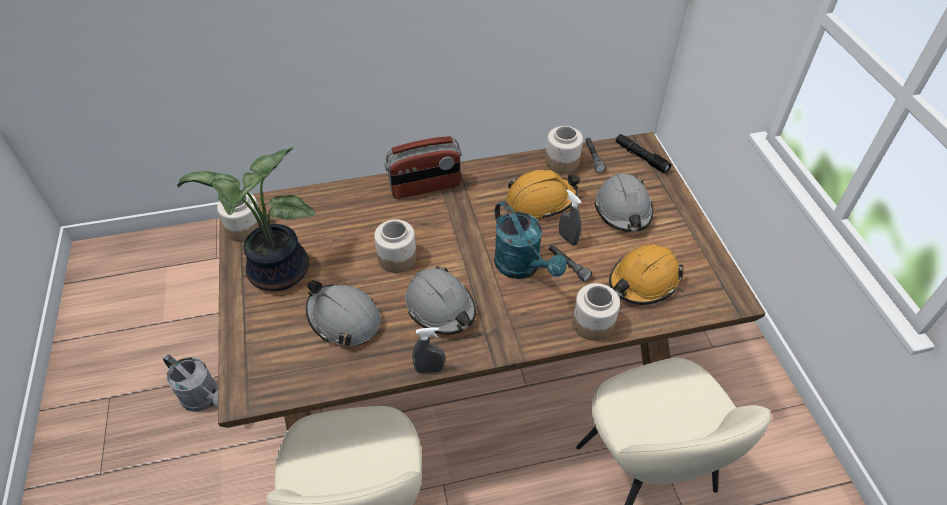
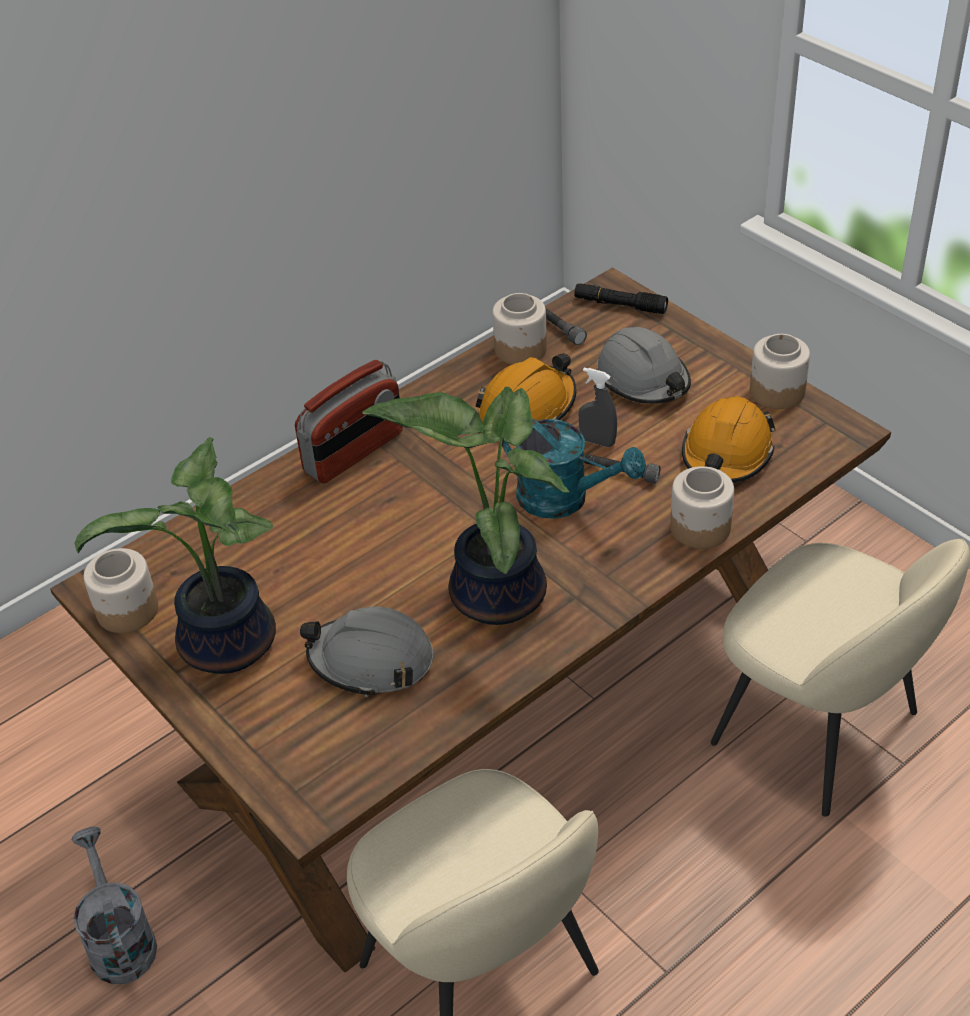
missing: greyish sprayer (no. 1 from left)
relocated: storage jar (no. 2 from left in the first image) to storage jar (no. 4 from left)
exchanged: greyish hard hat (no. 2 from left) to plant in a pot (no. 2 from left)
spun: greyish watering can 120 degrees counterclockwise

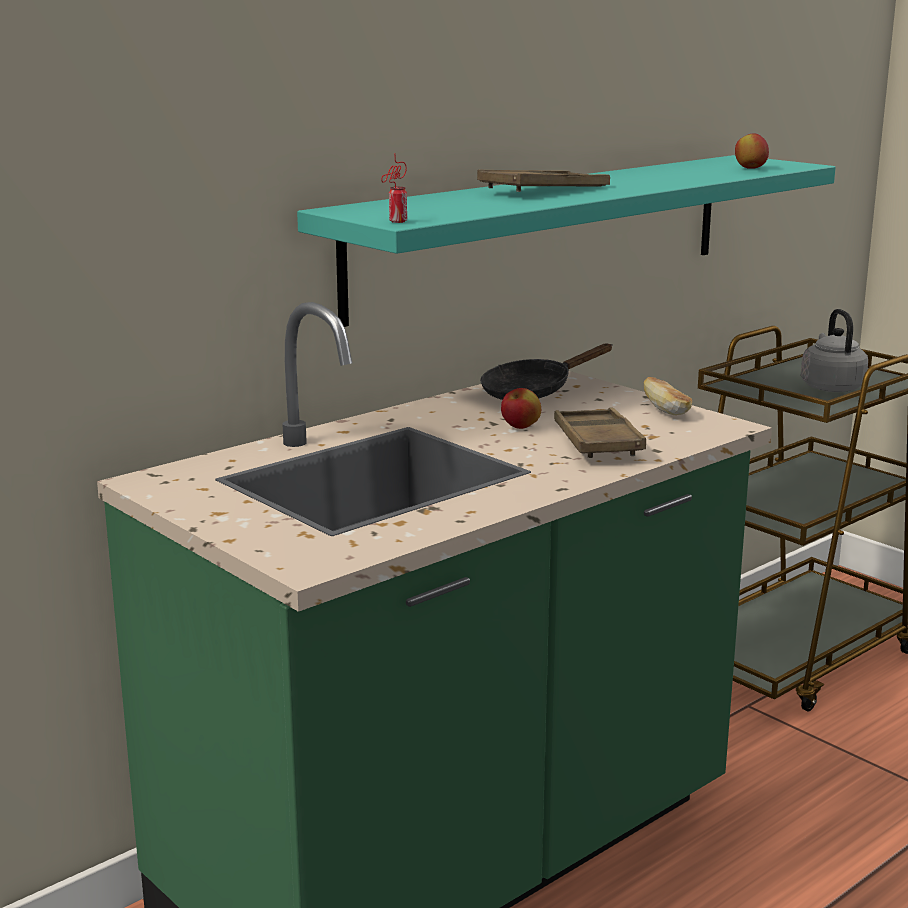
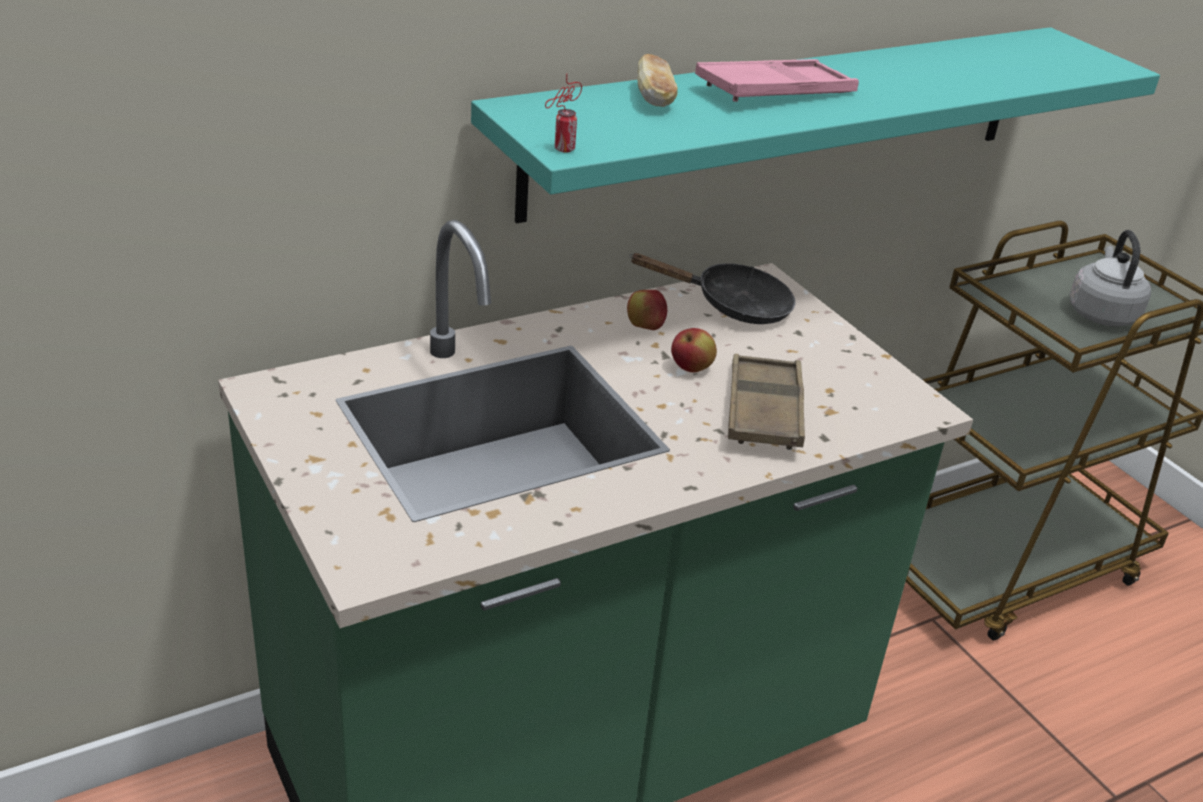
relocated: apple (no. 2 from left in the first image) to apple (no. 1 from left); bread
colour: brown-coloured tray (no. 1 from left) to pink tray
spun: black-coloured skillet 150 degrees counterclockwise

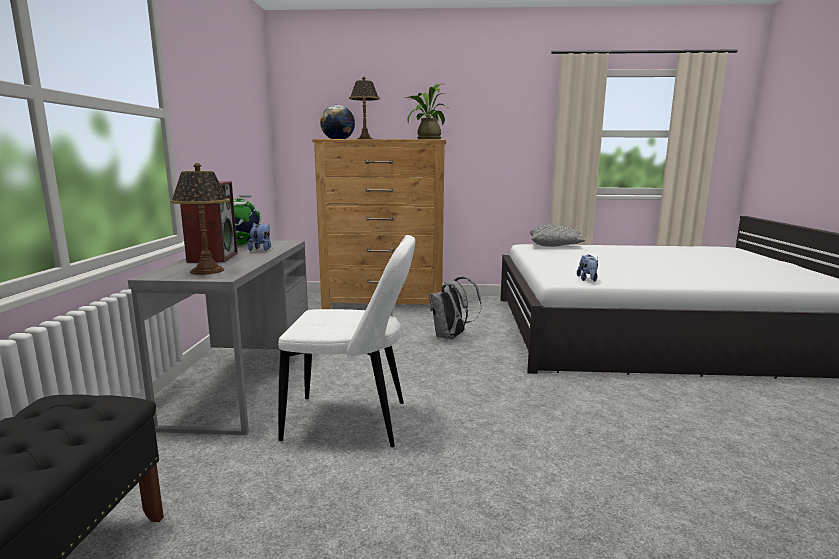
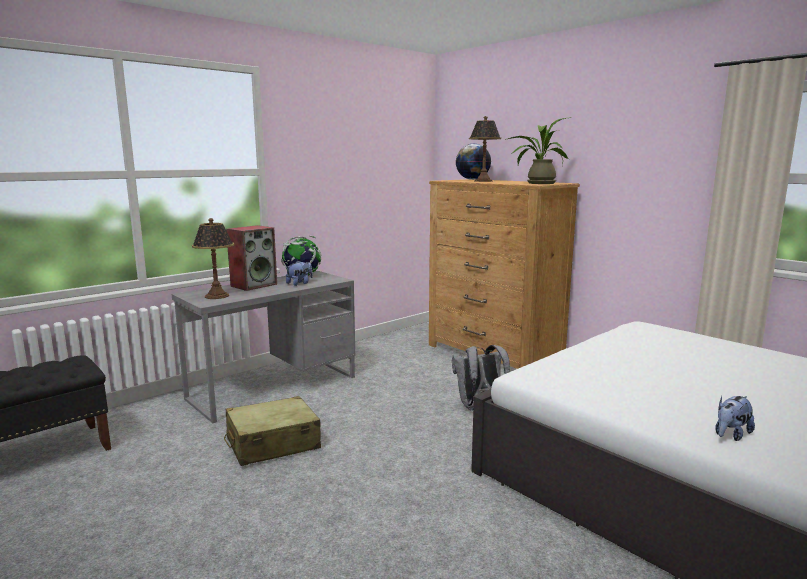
missing: greyish throw pillow
relocated: cuddly toy (no. 2 from left)
exchanged: white-coloured chair to beige-coloured piece of luggage

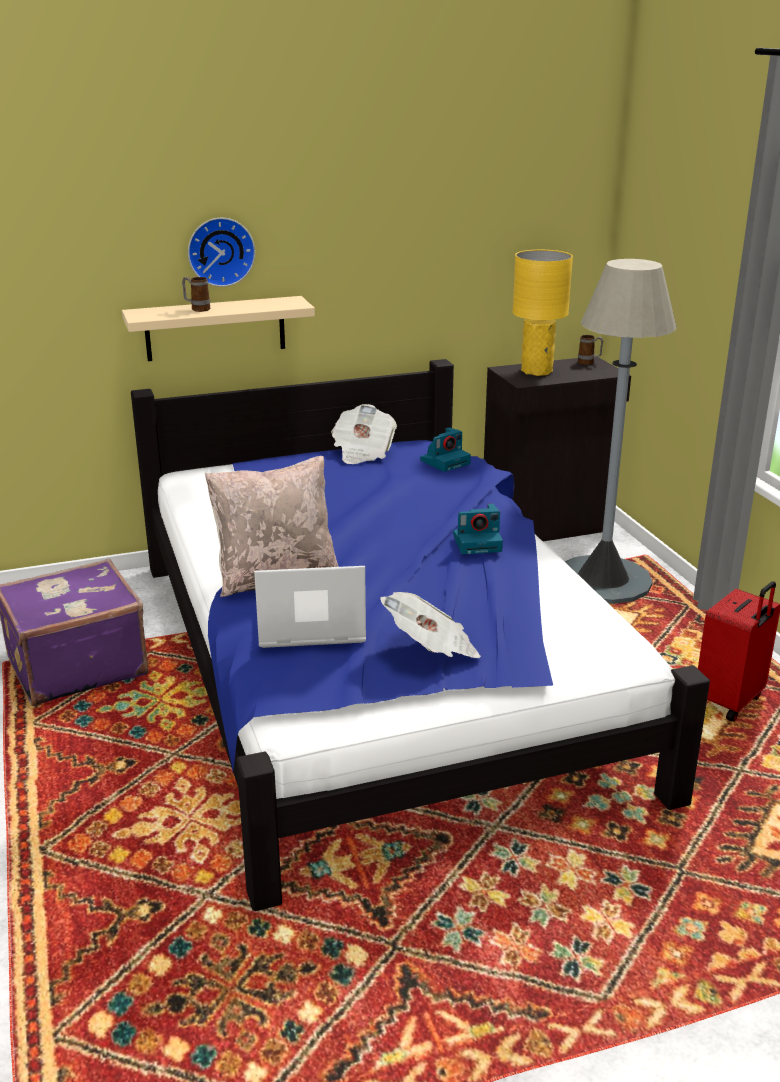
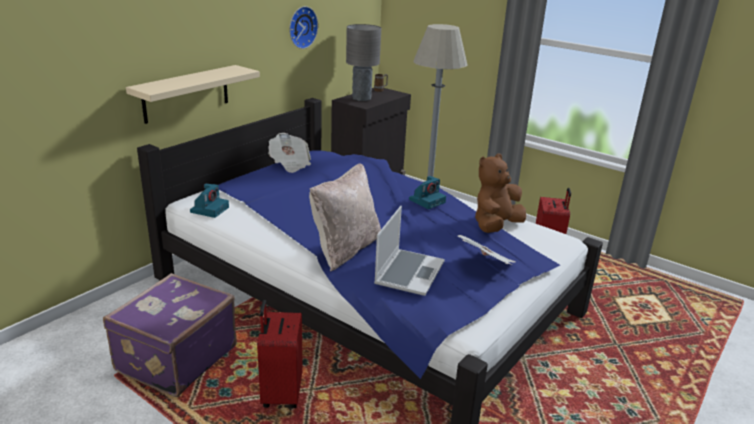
missing: mug (no. 1 from left)
appeared: brown-coloured cuddly toy; red piece of luggage (no. 1 from left)
relocated: clock on the wall; still camera (no. 1 from left)
colour: yellow lamp for a table to greyish lamp for a table
spun: portable computer 150 degrees clockwise

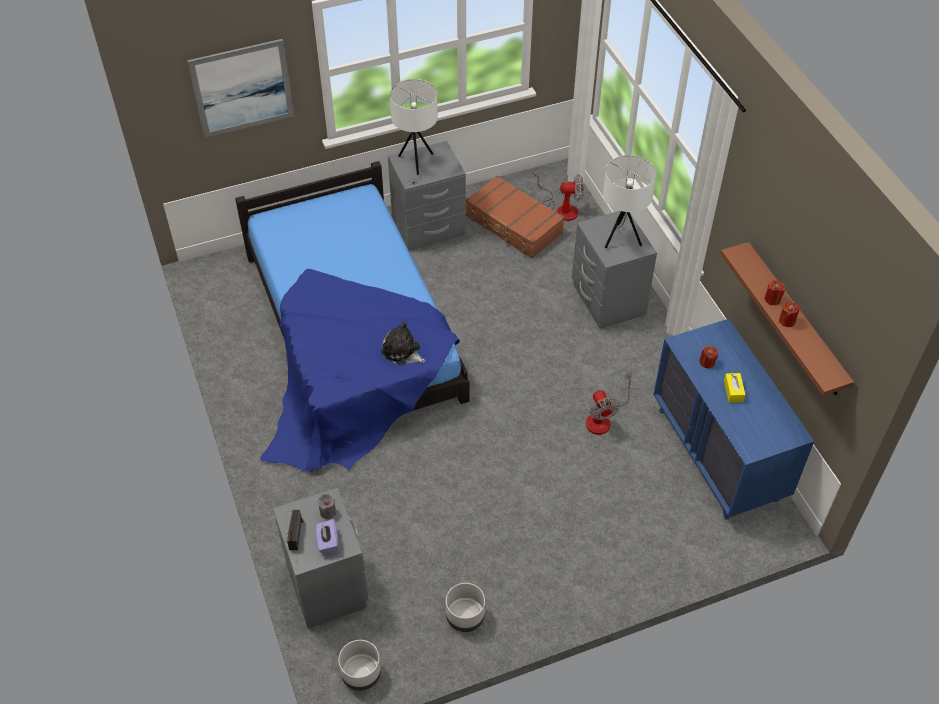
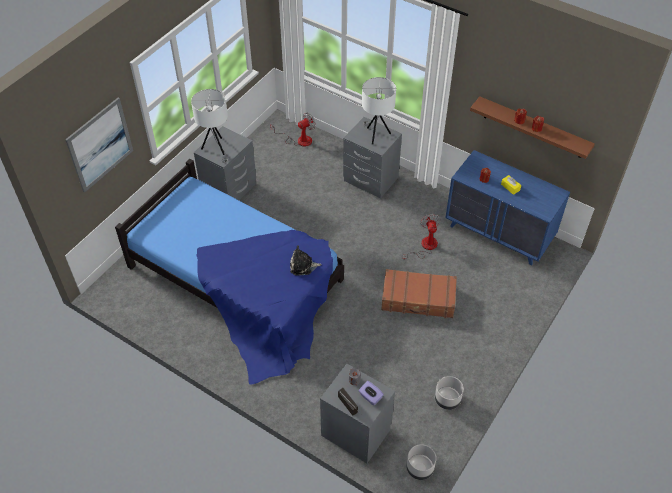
relocated: brown-coloured piece of luggage
spun: cooling fan (no. 2 from left) 135 degrees counterclockwise

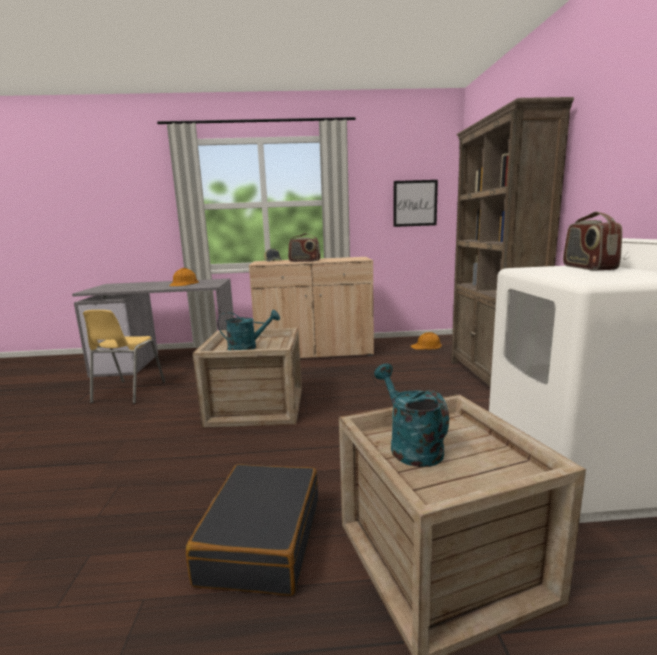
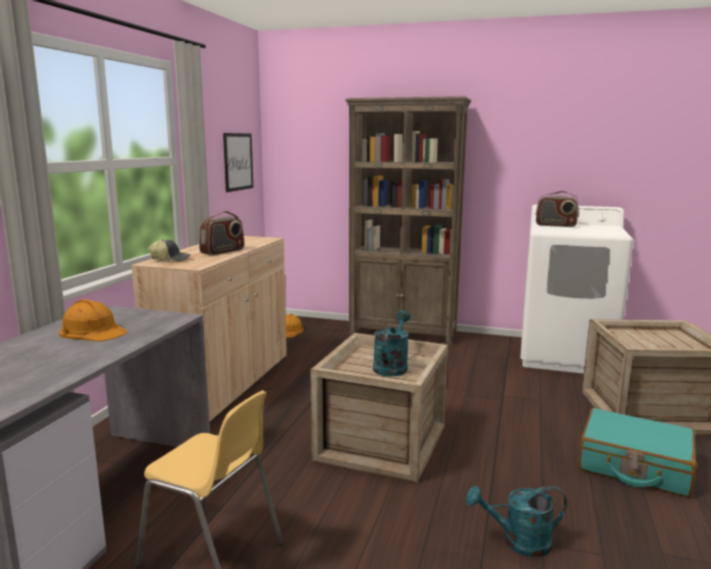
relocated: turquoise watering can (no. 2 from left)
colour: black-coloured piece of luggage to turquoise piece of luggage

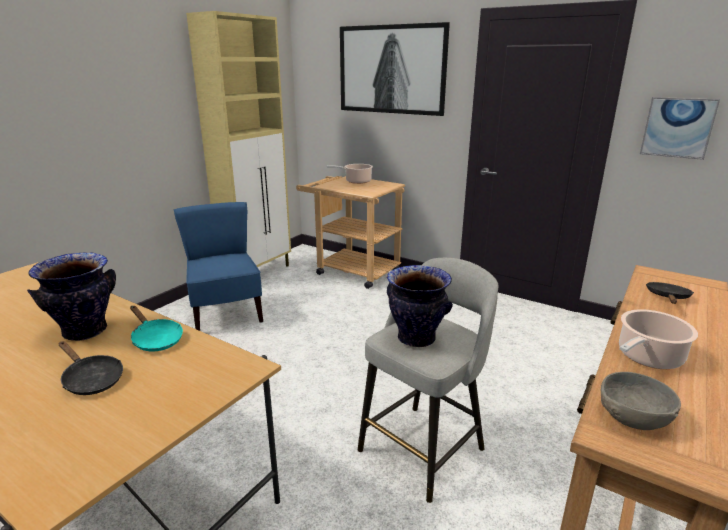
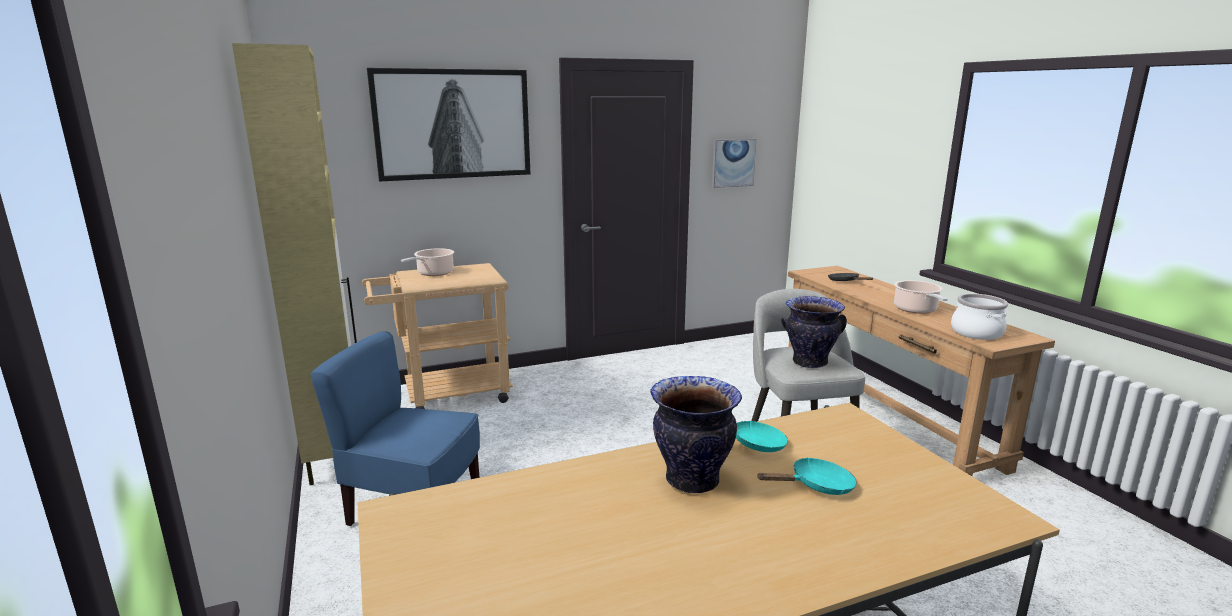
exchanged: greyish deep dish to stockpot (no. 3 from left)
colour: black-coloured skillet (no. 1 from left) to turquoise skillet (no. 2 from left)

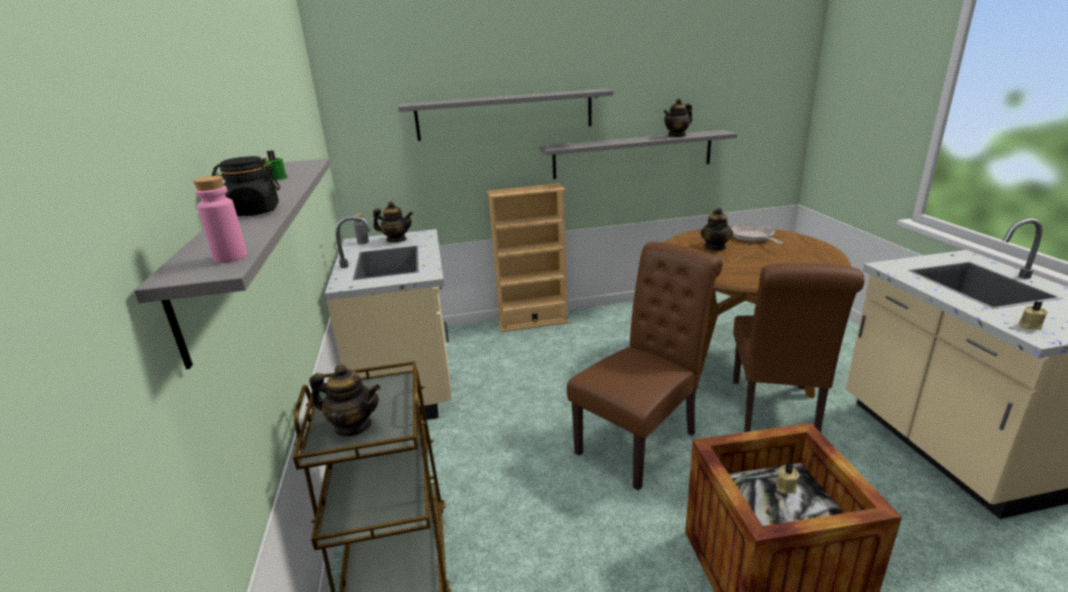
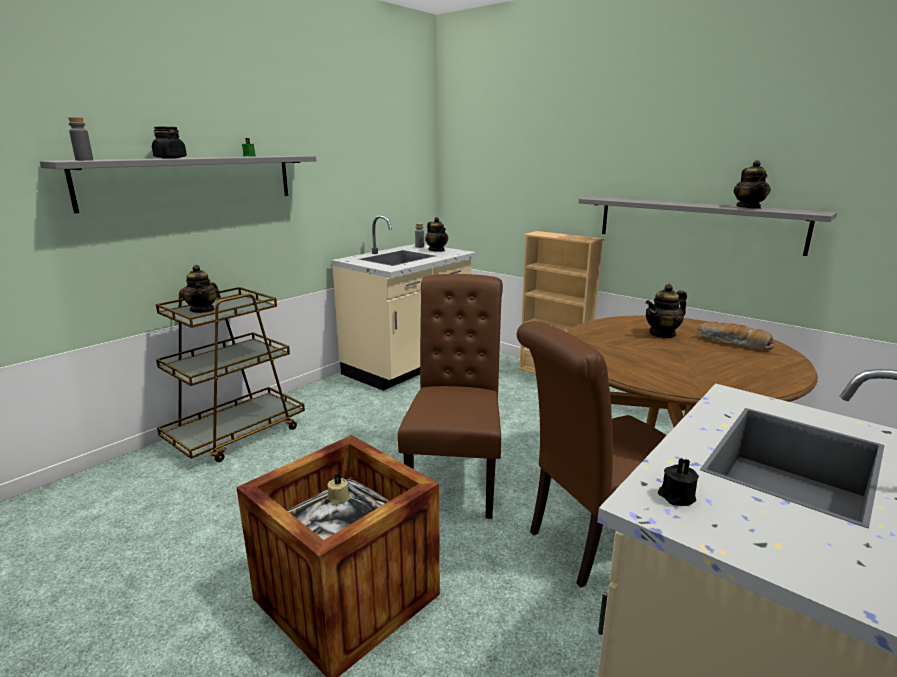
missing: greyish bracket shelf (no. 2 from left)
exchanged: skillet to bread
colour: pink drink bottle to greyish drink bottle (no. 1 from left); beige-coloured wax light (no. 2 from left) to black-coloured wax light
spun: pot for tea (no. 3 from left in the first image) 105 degrees counterclockwise; brown-coloured chair (no. 1 from left) 90 degrees counterclockwise

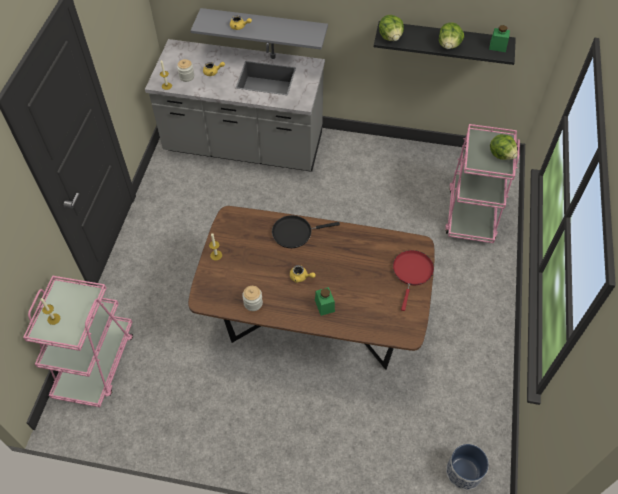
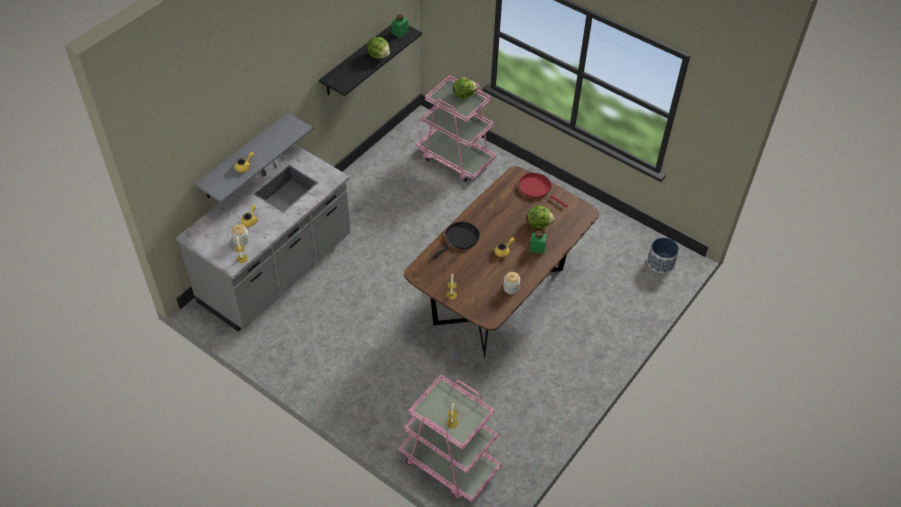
relocated: head of lettuce (no. 1 from left in the first image) to head of lettuce (no. 3 from left)
spun: black-coloured skillet 150 degrees counterclockwise

